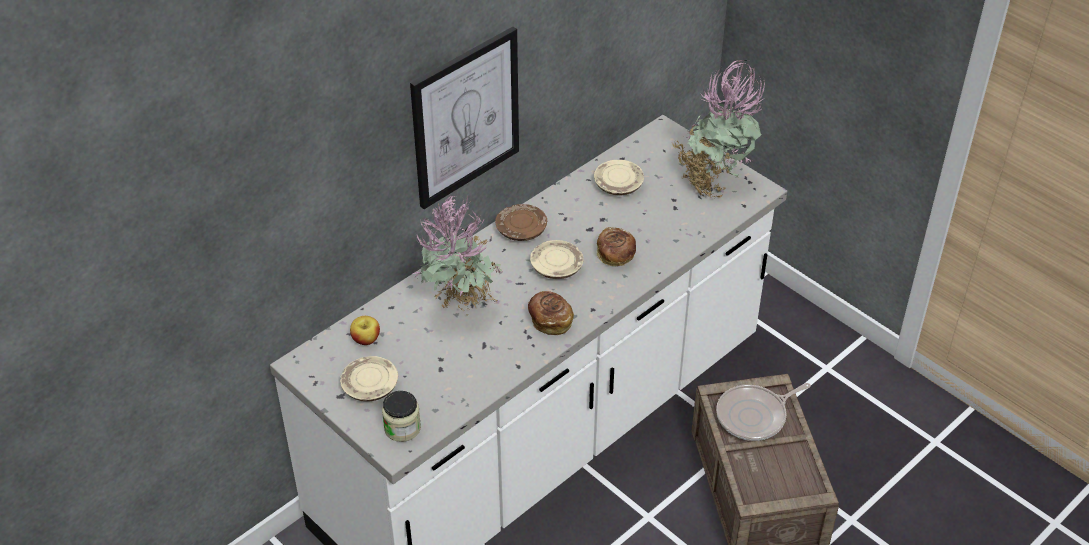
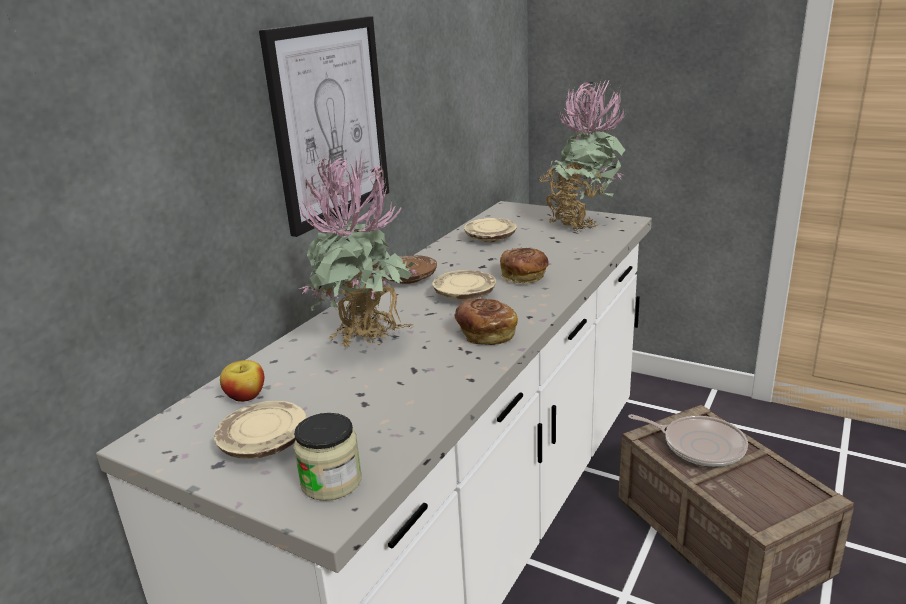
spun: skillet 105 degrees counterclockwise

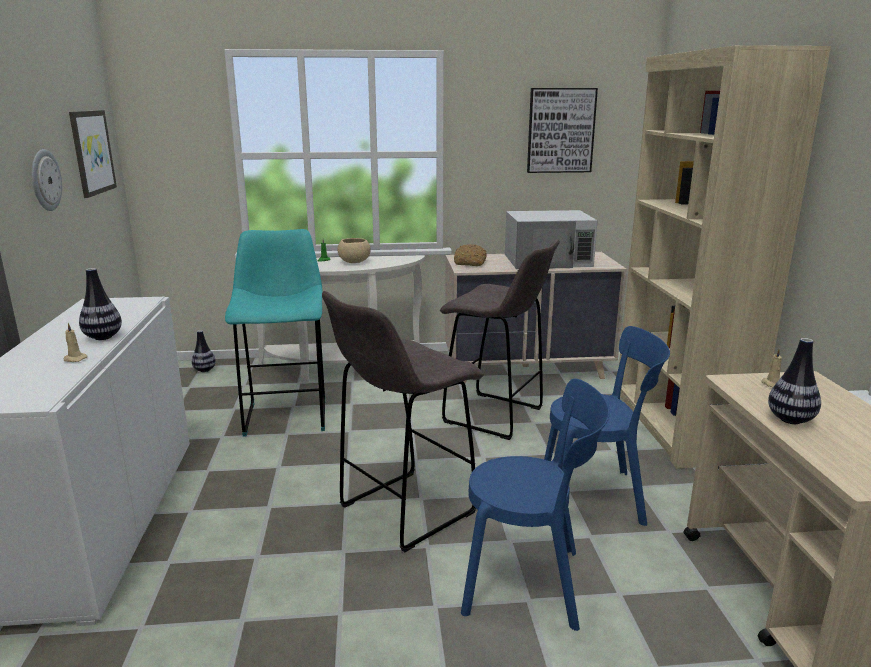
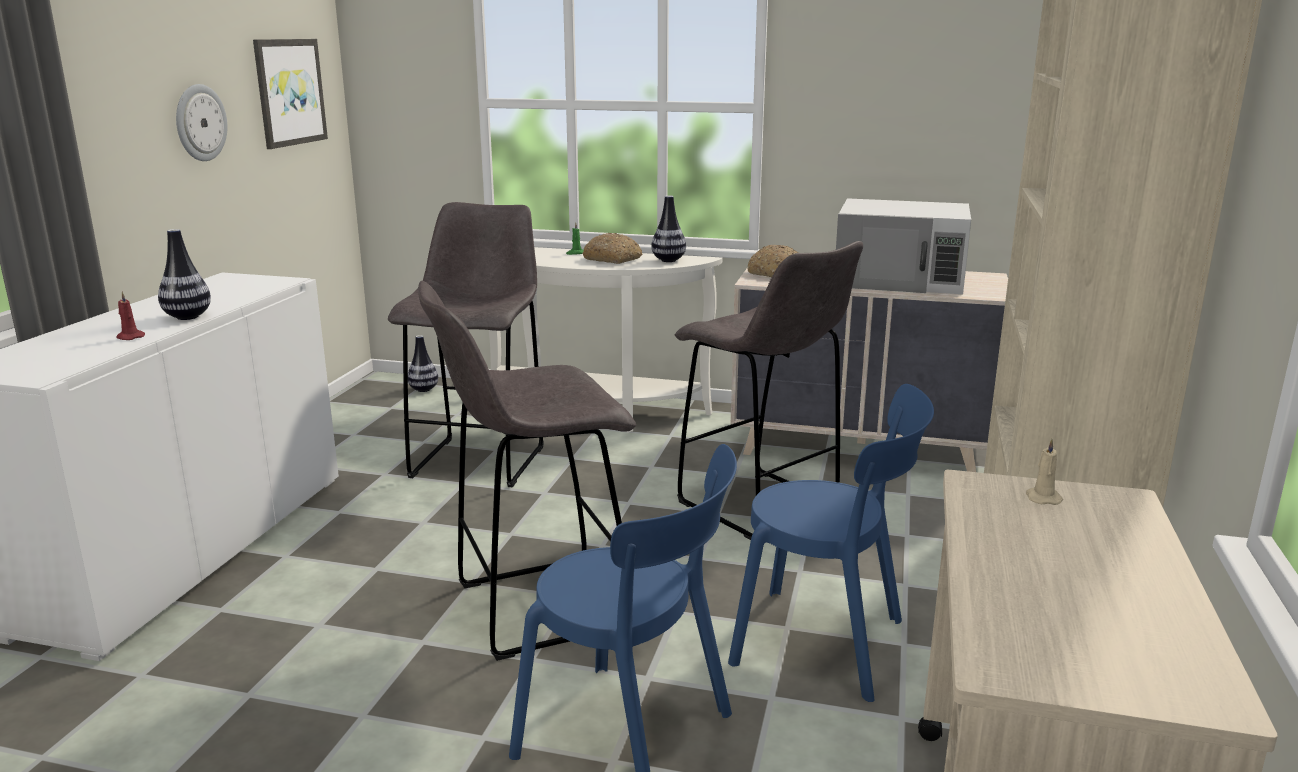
missing: wall art (no. 2 from left)
relocated: decorative vase (no. 3 from left)
exchanged: beige-coloured deep dish to bread (no. 1 from left)
colour: turquoise stool seat to greyish stool seat (no. 1 from left); beige-coloured wax light (no. 1 from left) to red wax light

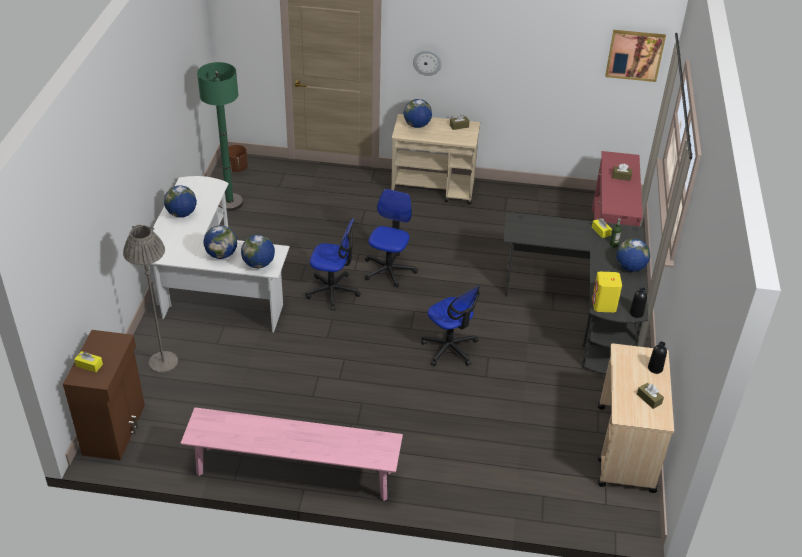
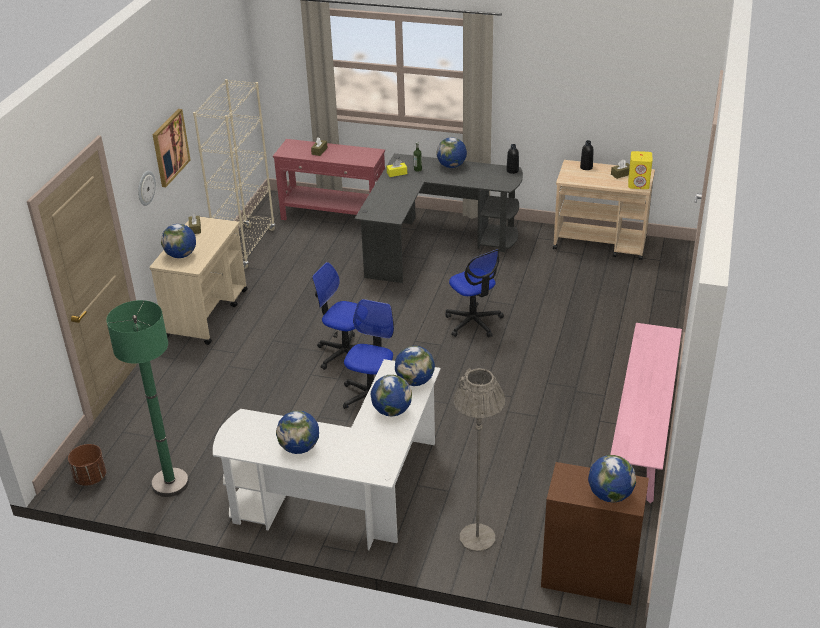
appeared: beige-coloured bookshelf
relocated: wall art; yellow audio speaker
exchanged: yellow box of tissues (no. 1 from left) to globe (no. 6 from left)
spun: computer chair (no. 3 from left) 90 degrees clockwise

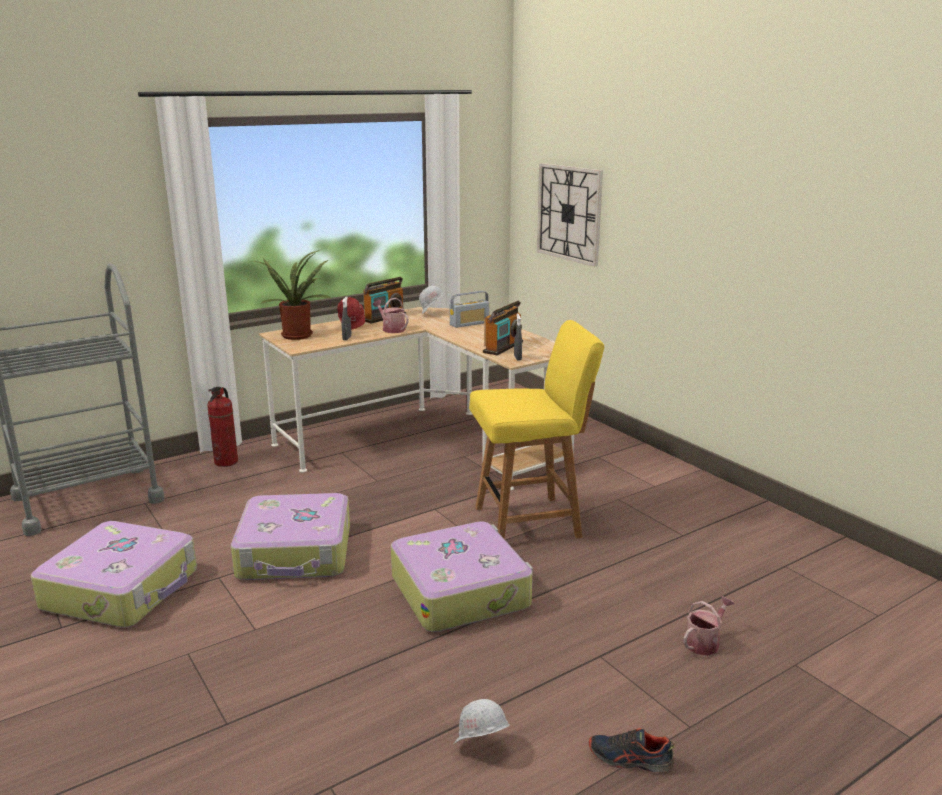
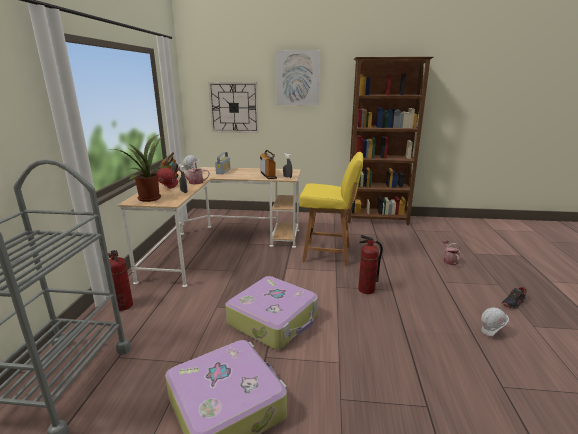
appeared: wall art; brown-coloured bookshelf
exchanged: piece of luggage (no. 3 from left) to fire extinguisher (no. 2 from left)
spun: yellow chair 75 degrees clockwise

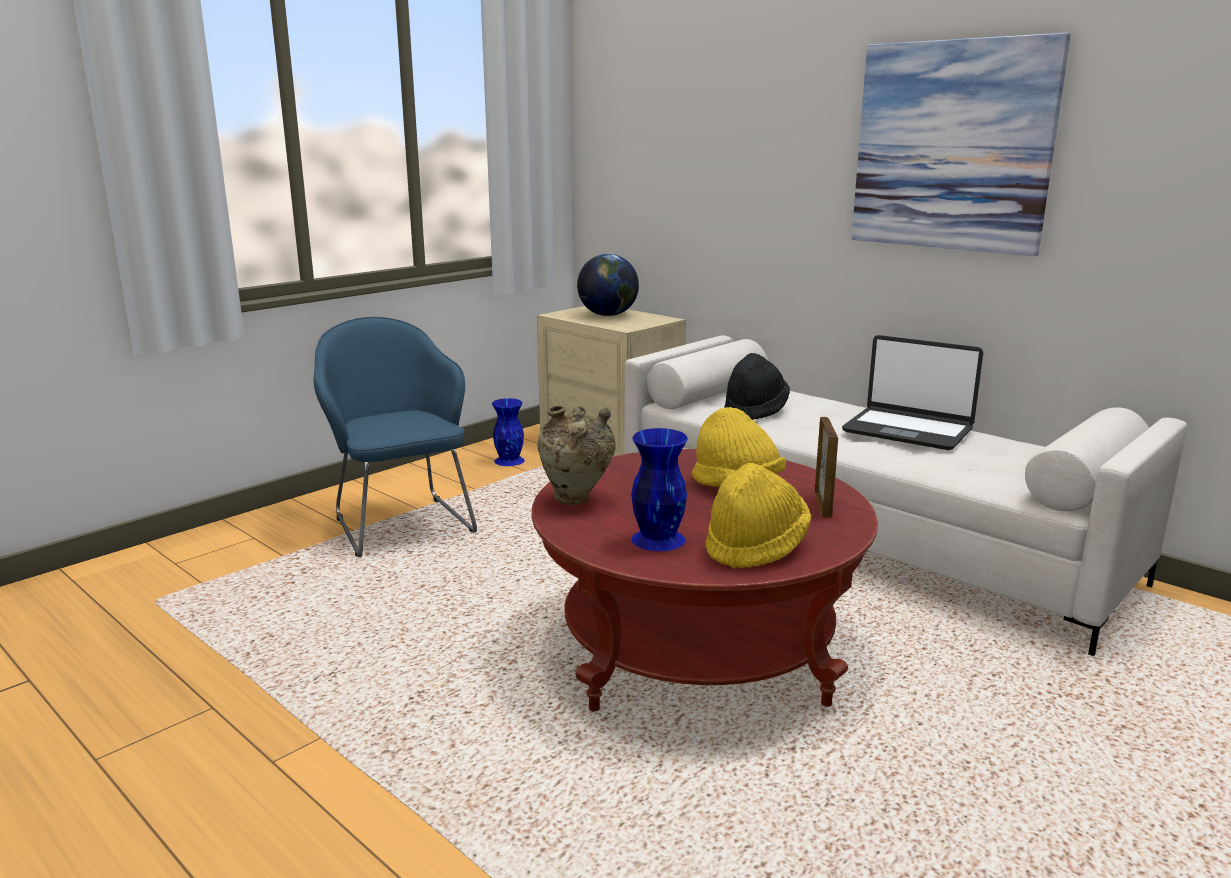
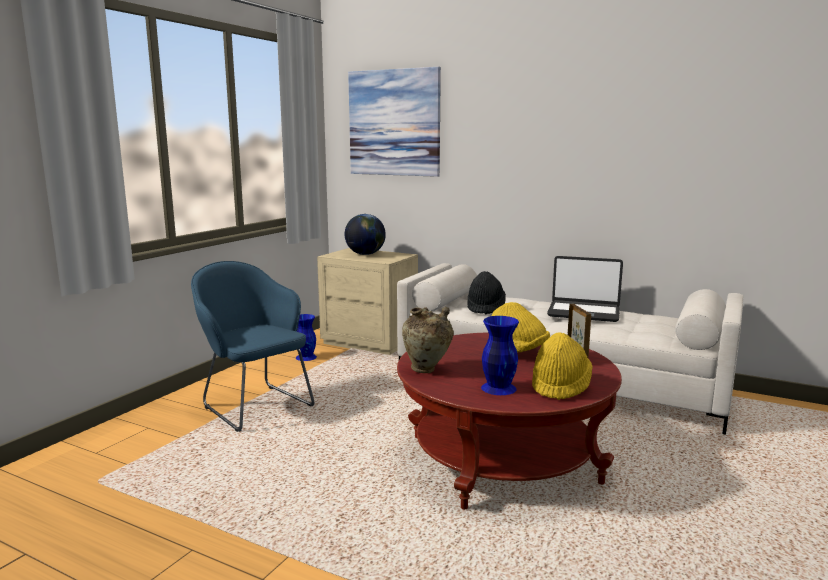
relocated: wall art

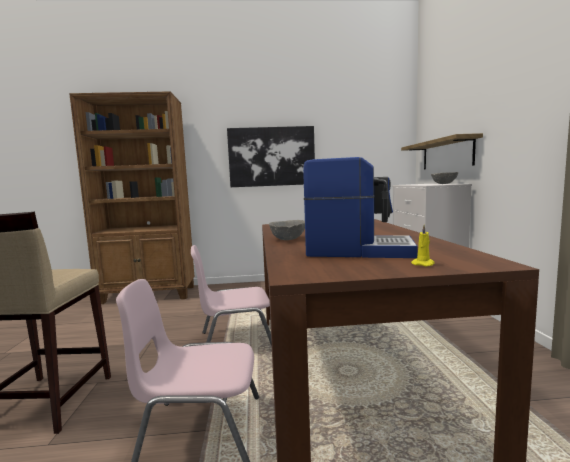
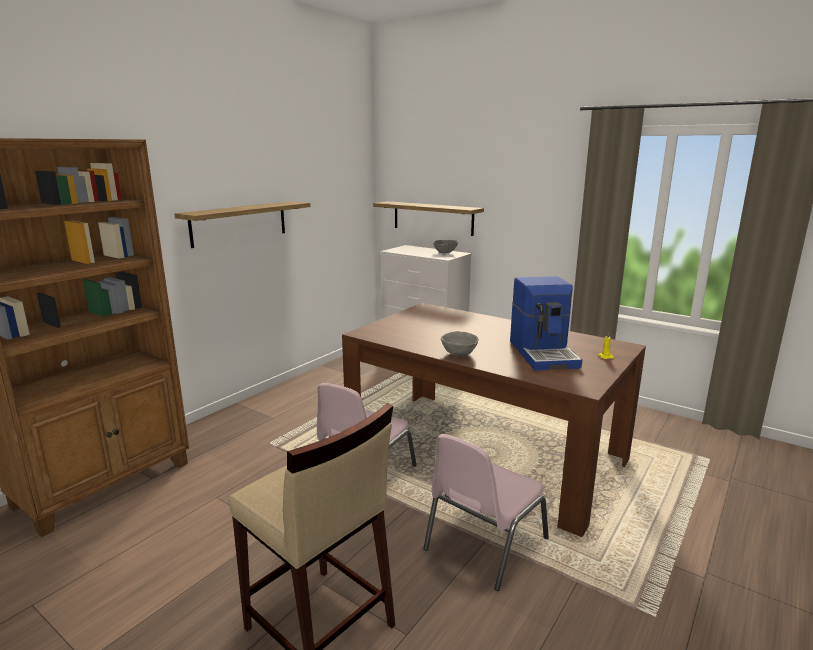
exchanged: wall art to bracket shelf (no. 1 from left)
spun: coffee maker 120 degrees clockwise

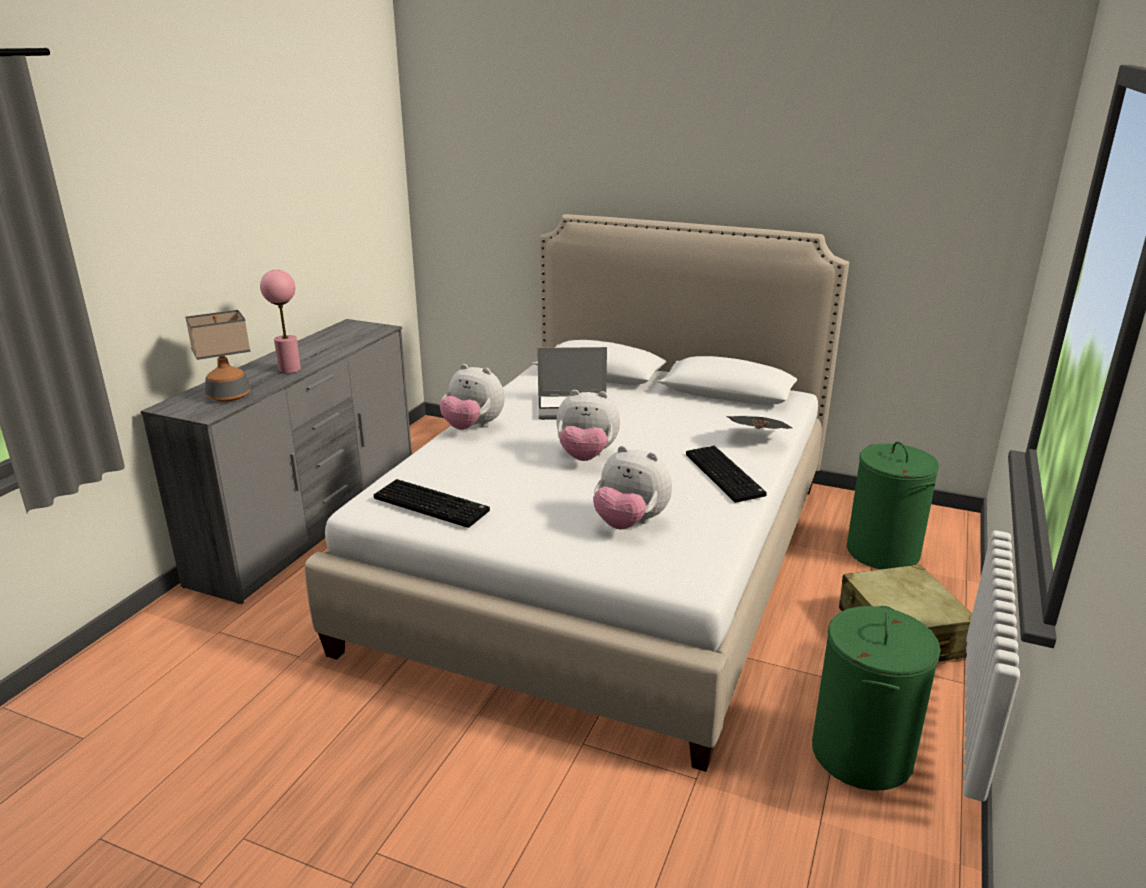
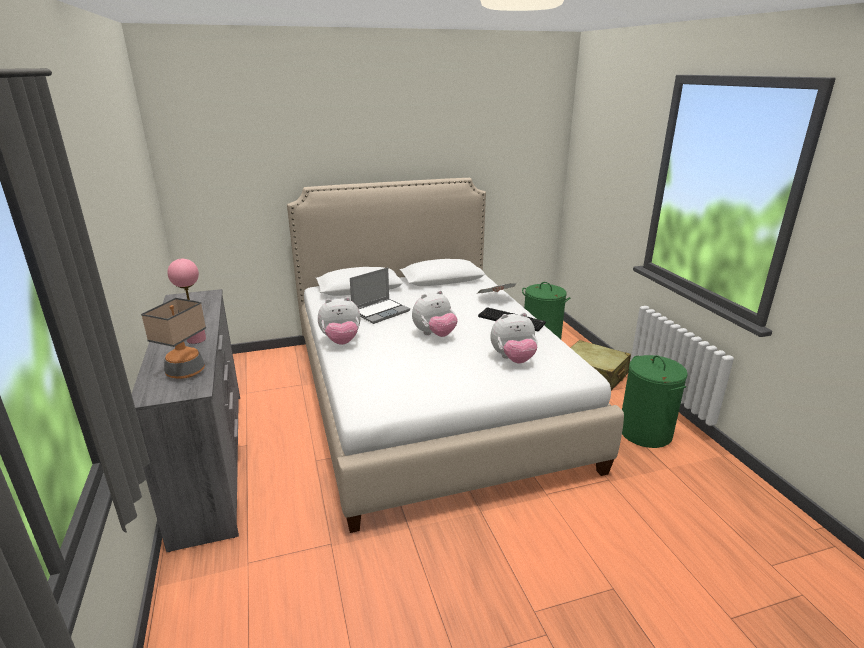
missing: PC keyboard (no. 1 from left)

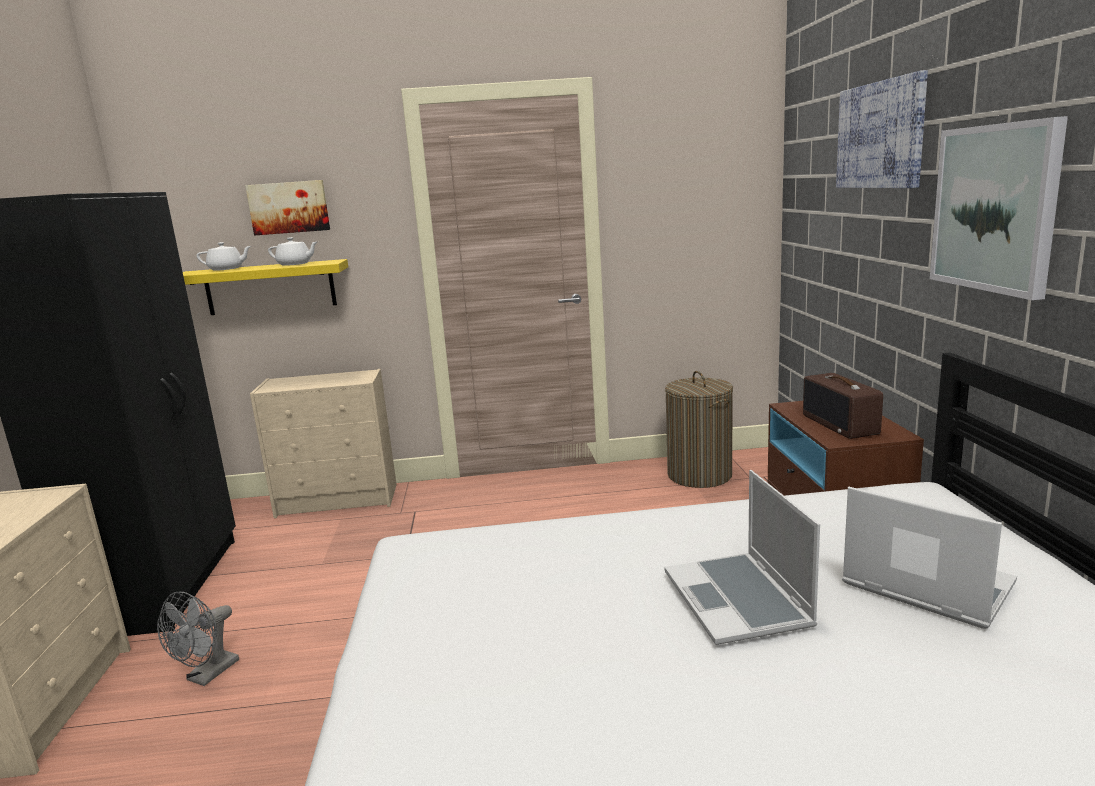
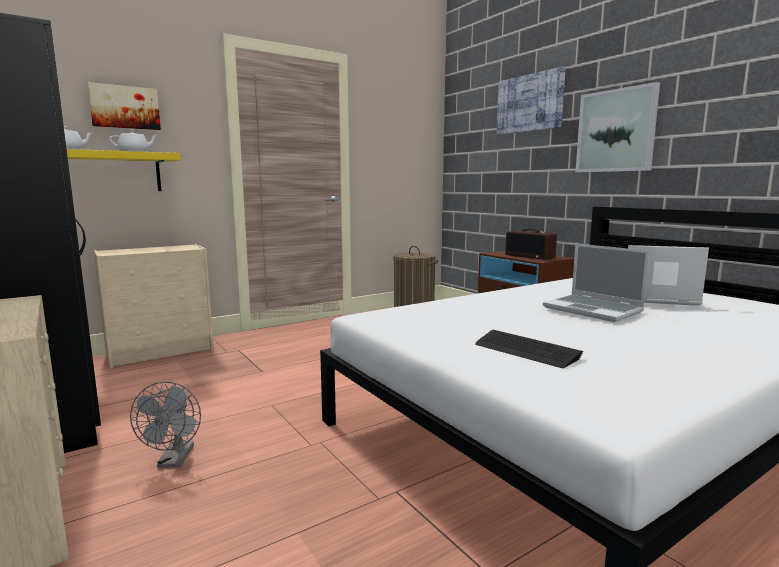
appeared: PC keyboard

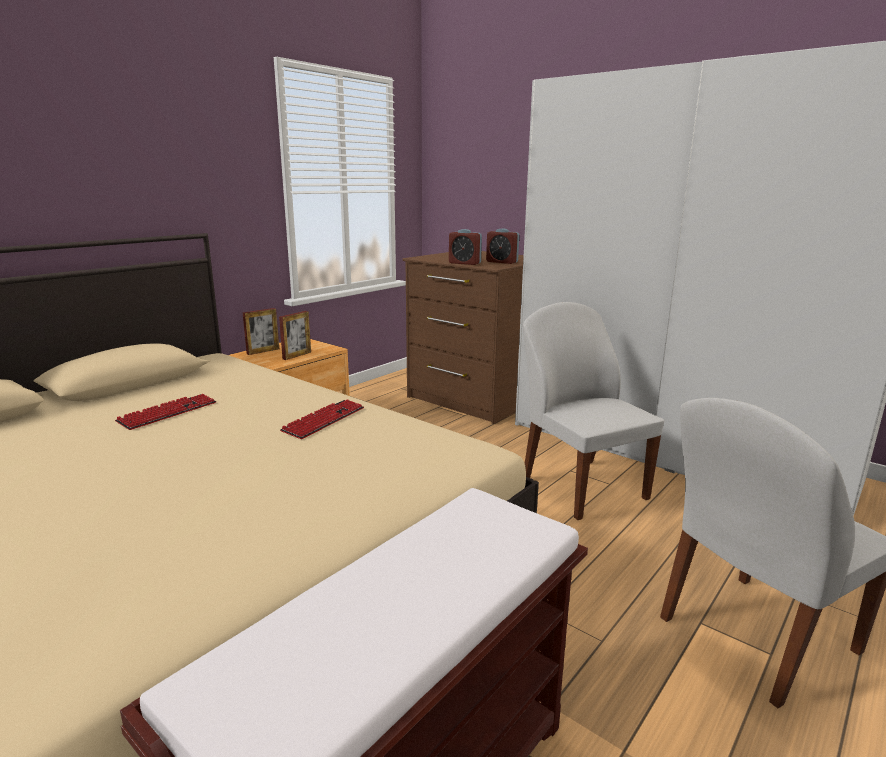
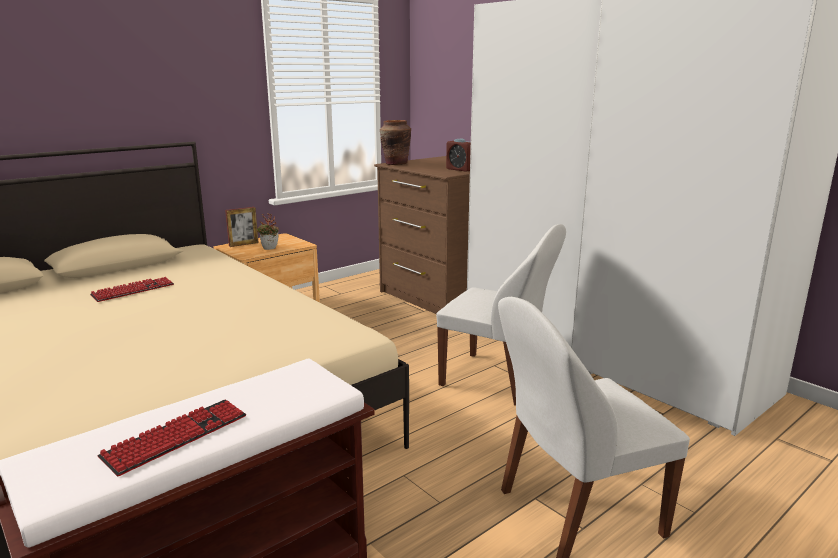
missing: alarm clock (no. 1 from left)
appeared: brown-coloured decorative vase
relocated: PC keyboard (no. 2 from left)
exchanged: photo frame (no. 2 from left) to plant in a pot
spun: white-coloured chair (no. 1 from left) 135 degrees clockwise

